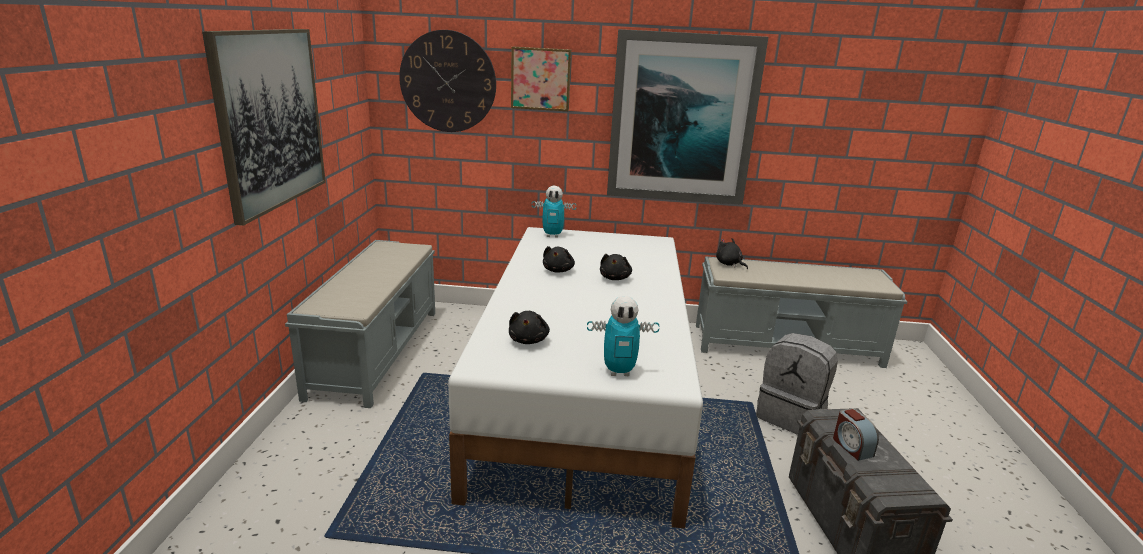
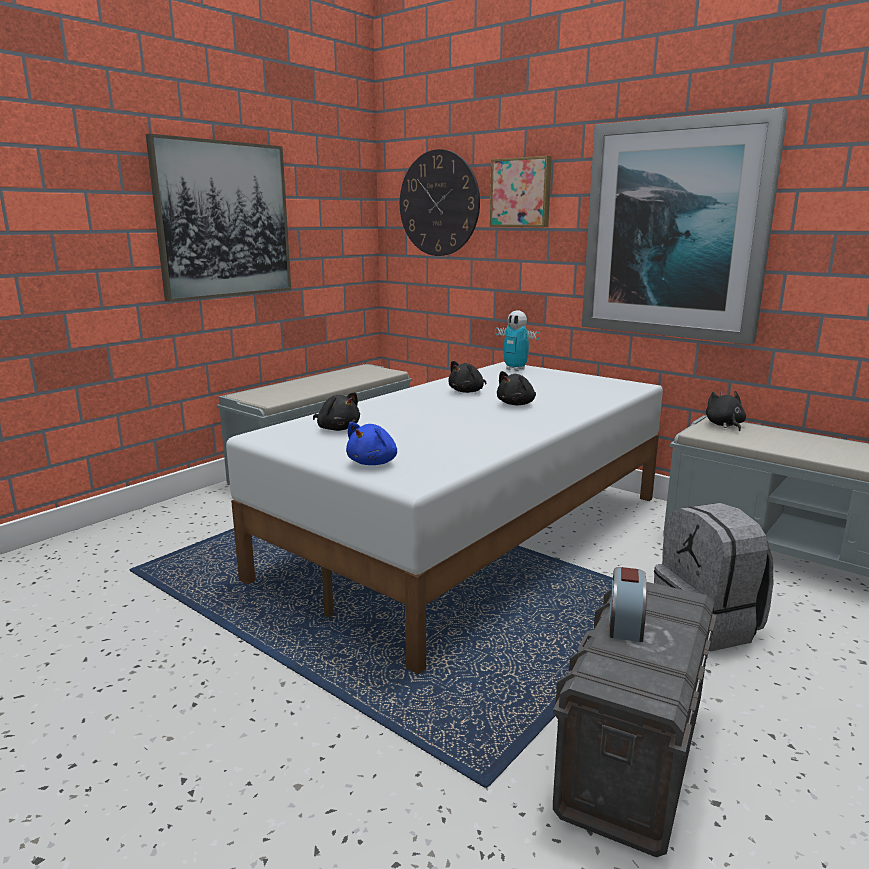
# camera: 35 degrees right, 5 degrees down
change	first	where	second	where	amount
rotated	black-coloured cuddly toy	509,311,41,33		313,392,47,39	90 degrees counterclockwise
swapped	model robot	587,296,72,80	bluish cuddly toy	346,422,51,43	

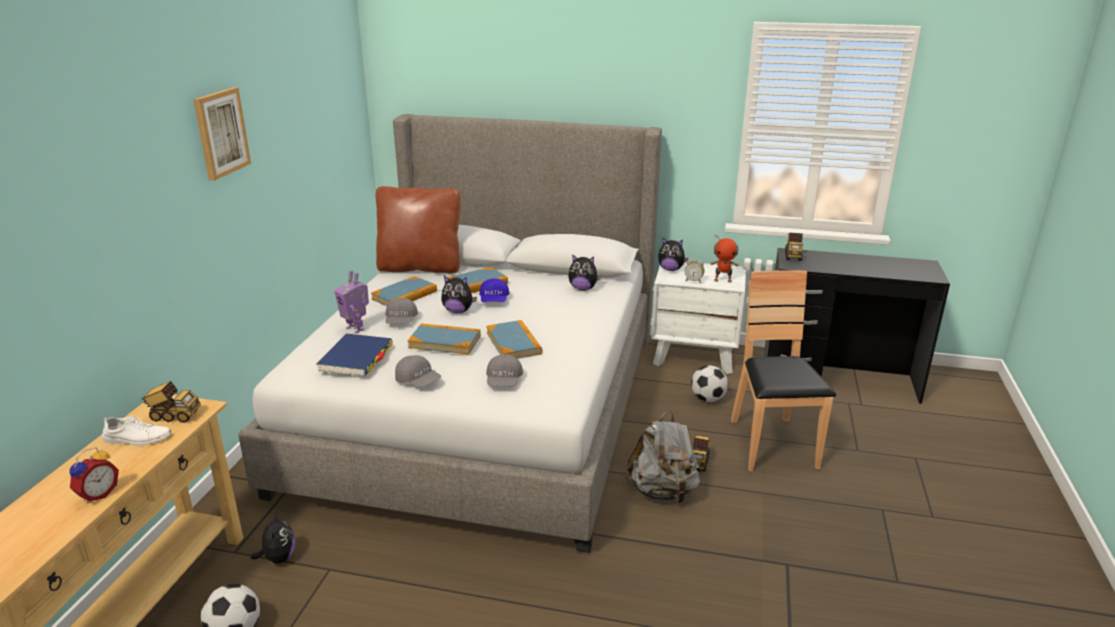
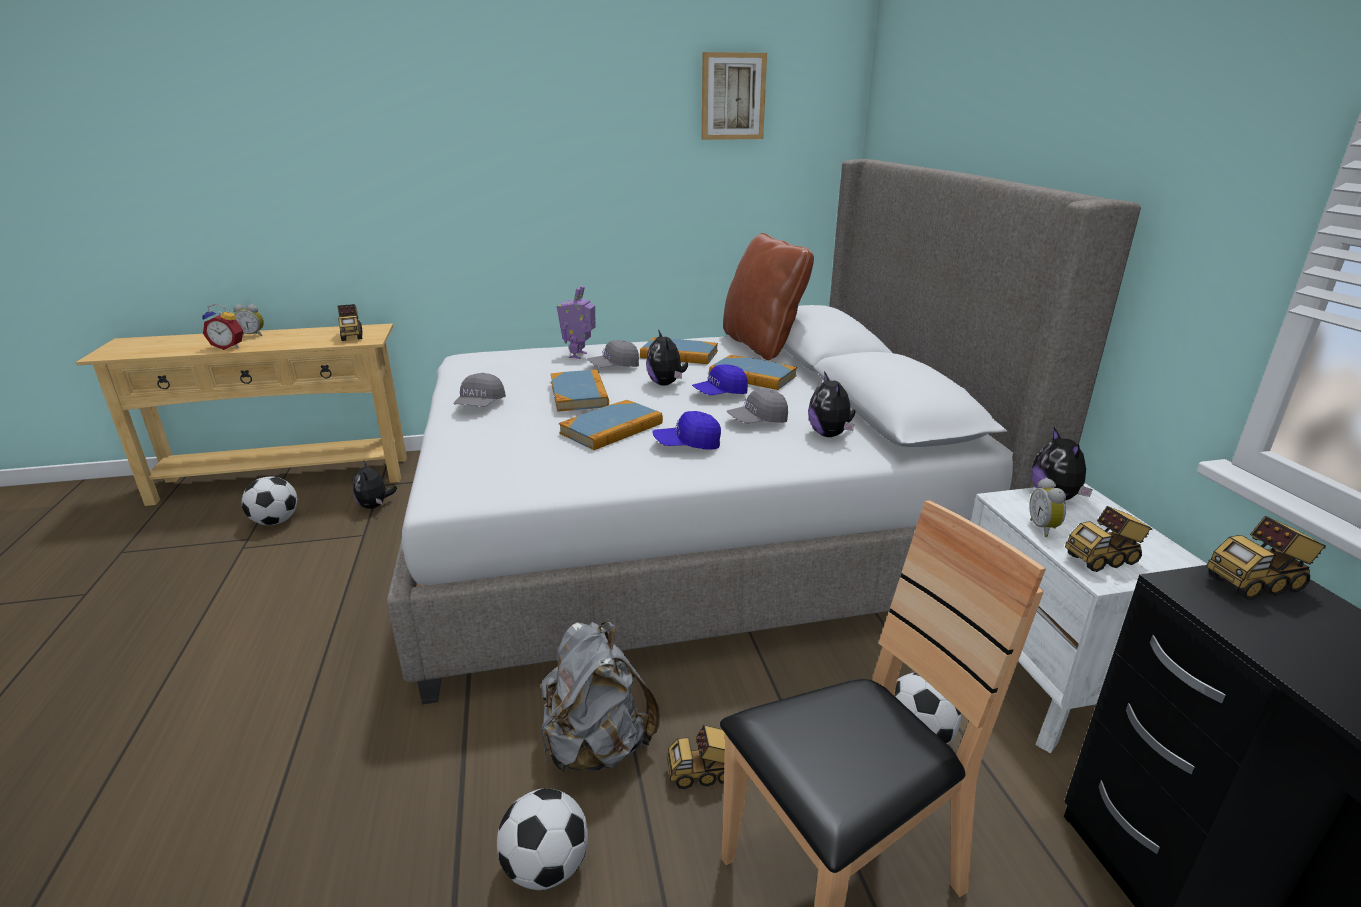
# camera: 65 degrees right, 0 degrees up
change	first	where	second	where	amount
gone	whitish item of footwear	102,415,69,31			
shifted	picture	193,87,58,94		702,52,65,88	
rotated	cuddly toy	251,512,44,51		353,460,44,49	105 degrees clockwise
gone	bluish volume	317,333,76,43			
shifted	gray peaked cap	486,354,37,32		727,389,61,34	
swapped	model robot	710,234,29,49	model truck	1065,506,87,66	
new			table clock	233,304,31,33	
new			football ball	497,788,91,102	
new			bluish peaked cap	653,411,68,39	

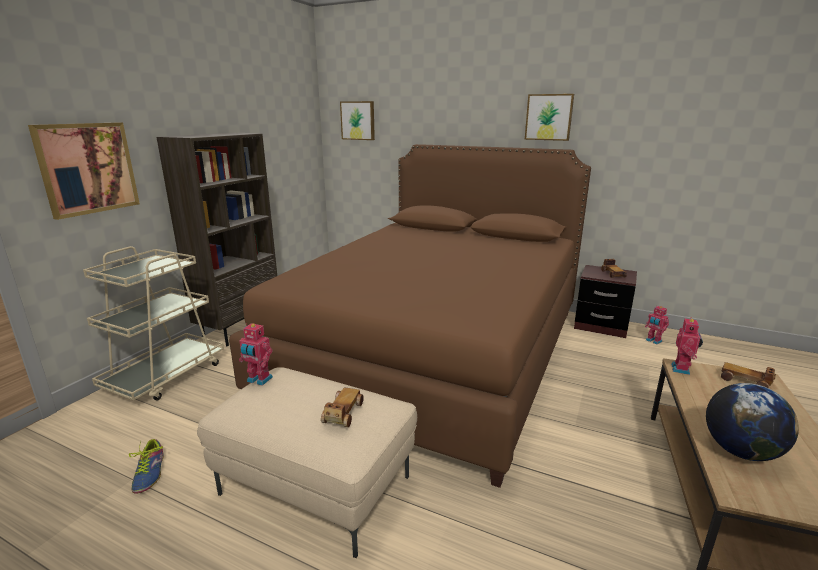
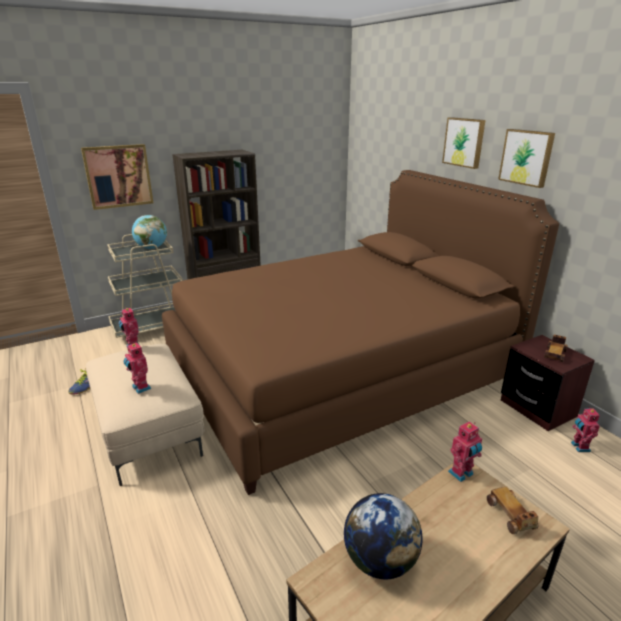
# camera: 35 degrees right, 5 degrees up
change	first	where	second	where	amount
swapped	toy car	321,388,43,39	model robot	123,342,28,52	
shifted	picture	340,101,35,39		442,117,44,52	
new			desk globe	132,215,35,34	

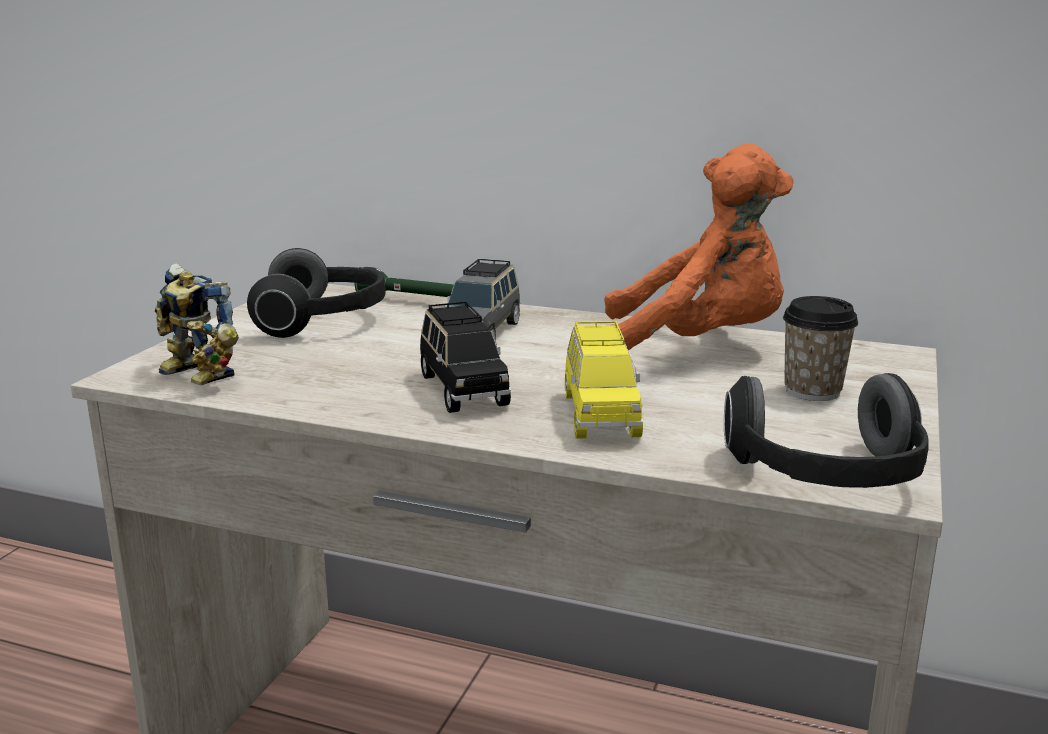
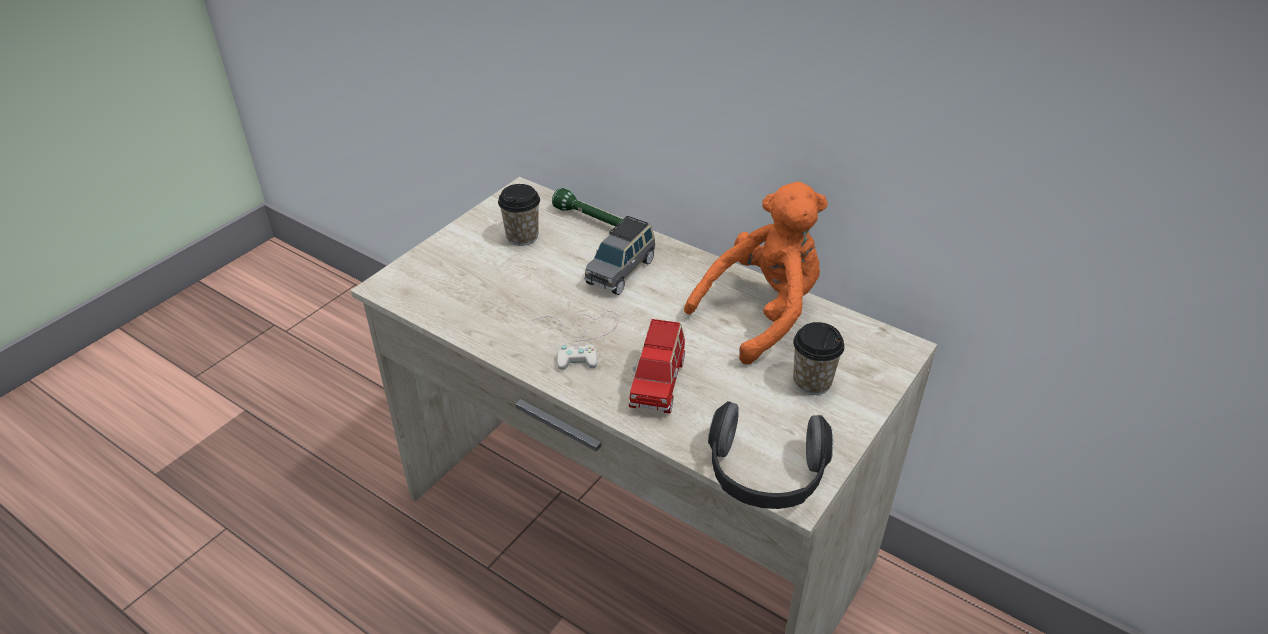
# camera: 15 degrees right, 20 degrees up
change	first	where	second	where	amount
gone	model robot	155,263,84,122			
swapped	pair of headphones	247,248,139,90	drinking cup	498,184,42,62	
swapped	black-coloured toy car	420,302,91,111	whitish game controller	531,311,88,59	
repainted	yellow toy car	565,321,78,118	reddish toy car	629,319,56,94	
rotated	orangey cuddly toy	604,143,190,207		684,182,144,182	60 degrees counterclockwise

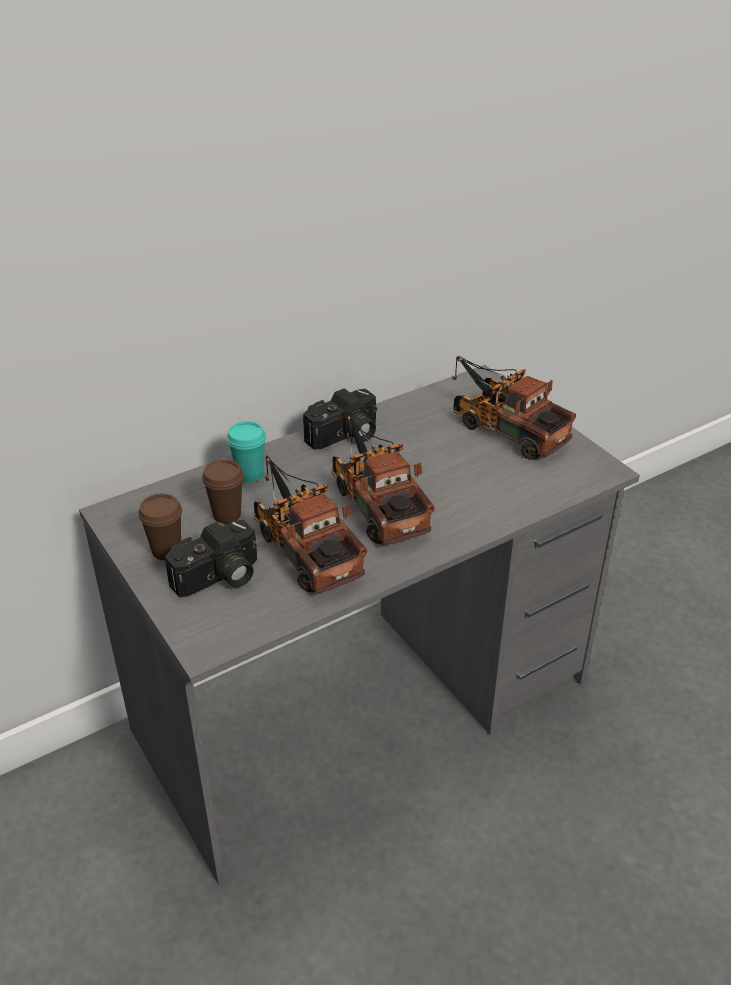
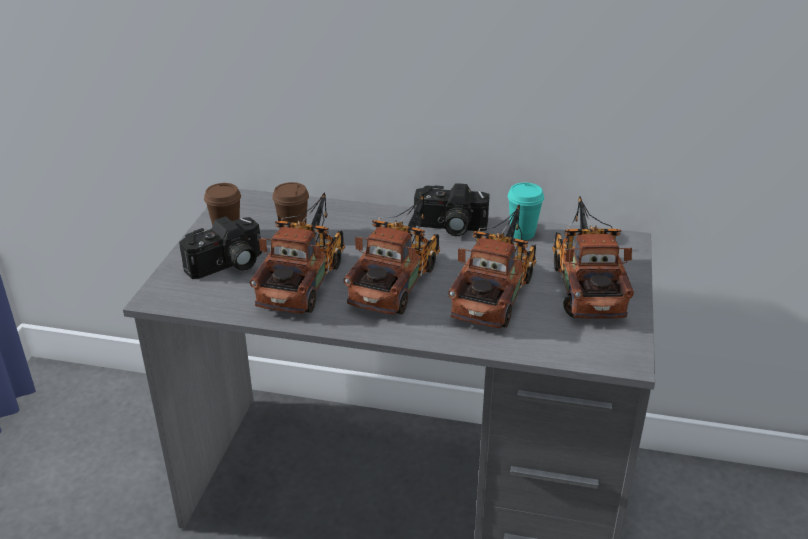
# camera: 45 degrees right, 5 degrees down
change	first	where	second	where	amount
rotated	still camera	165,520,92,77		179,216,83,63	45 degrees counterclockwise
shifted	turquoise-coloured drinking cup	227,421,39,62		508,182,36,58	
new			model truck	448,205,88,123	

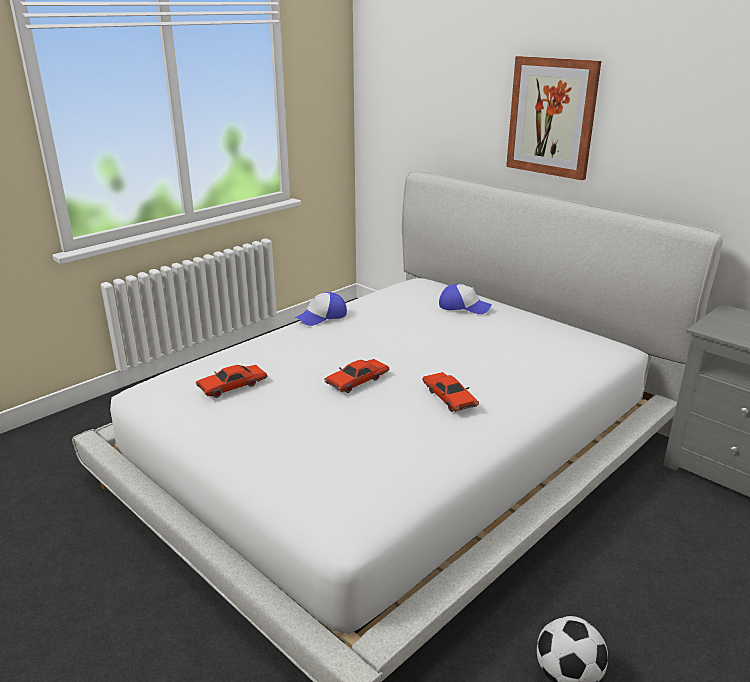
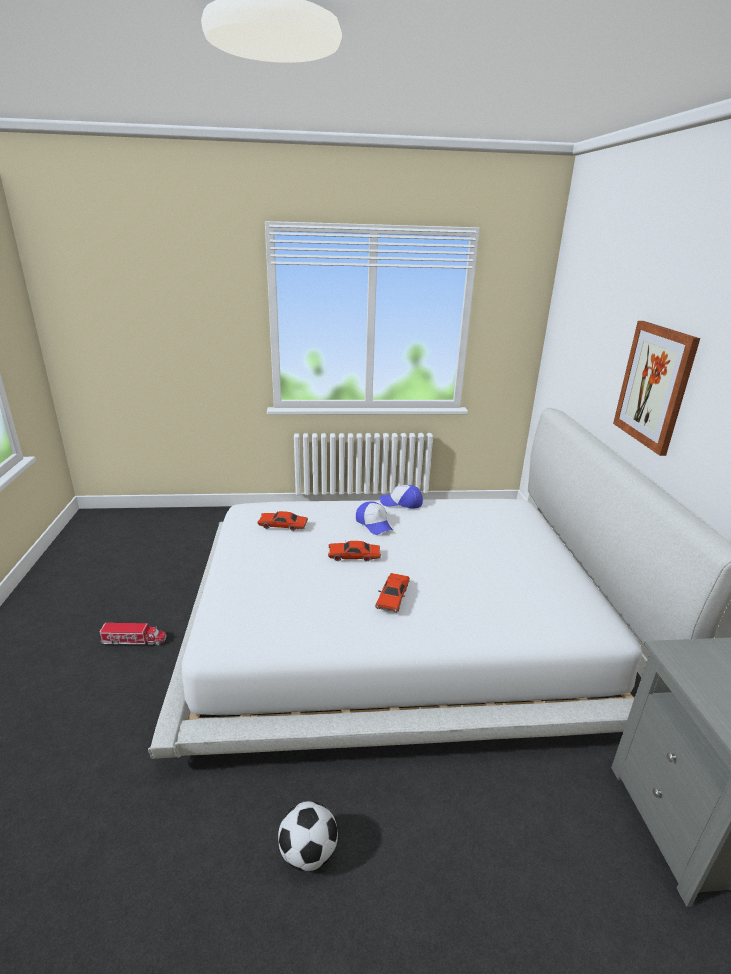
# camera: 40 degrees right, 0 degrees up
change	first	where	second	where	amount
shifted	peaked cap	439,284,53,30		356,501,37,34	
new			model truck	100,623,67,22	

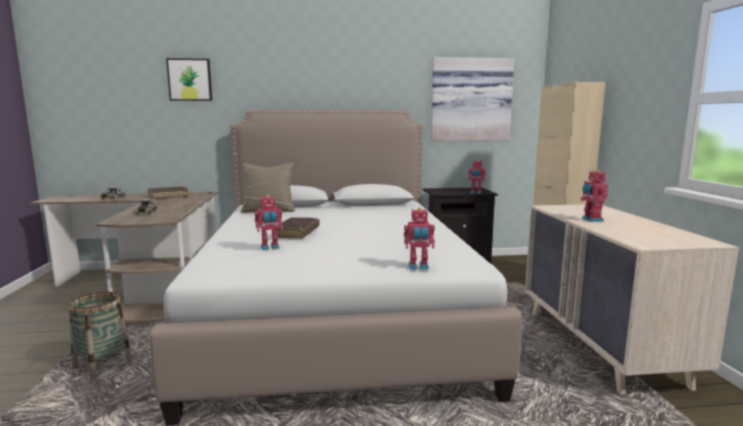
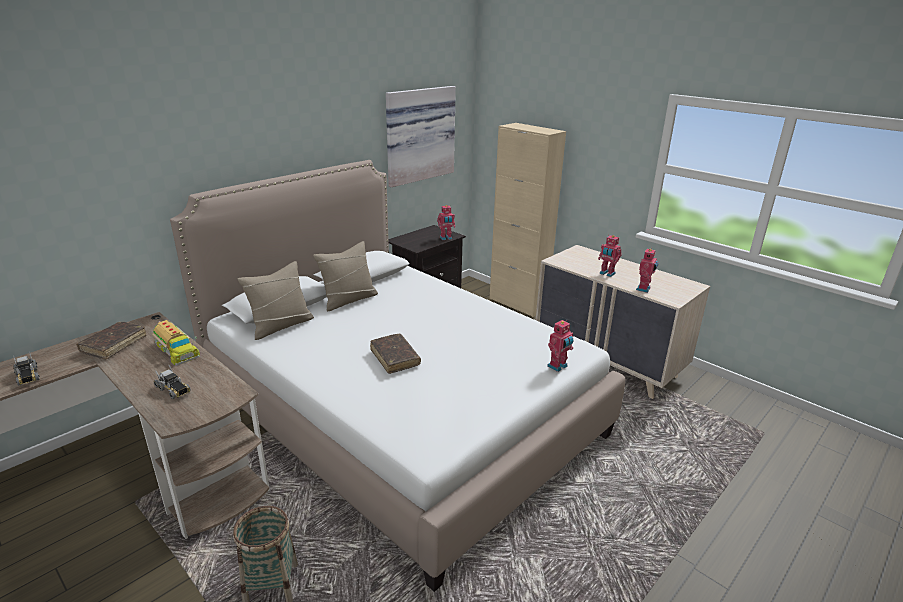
# camera: 40 degrees left, 15 degrees up
change	first	where	second	where	amount
gone	picture	166,58,46,43			
shifted	model robot	255,195,28,55		636,248,23,45	
new			model truck	152,320,48,45	
new			sand-coloured cushion	313,241,65,70	

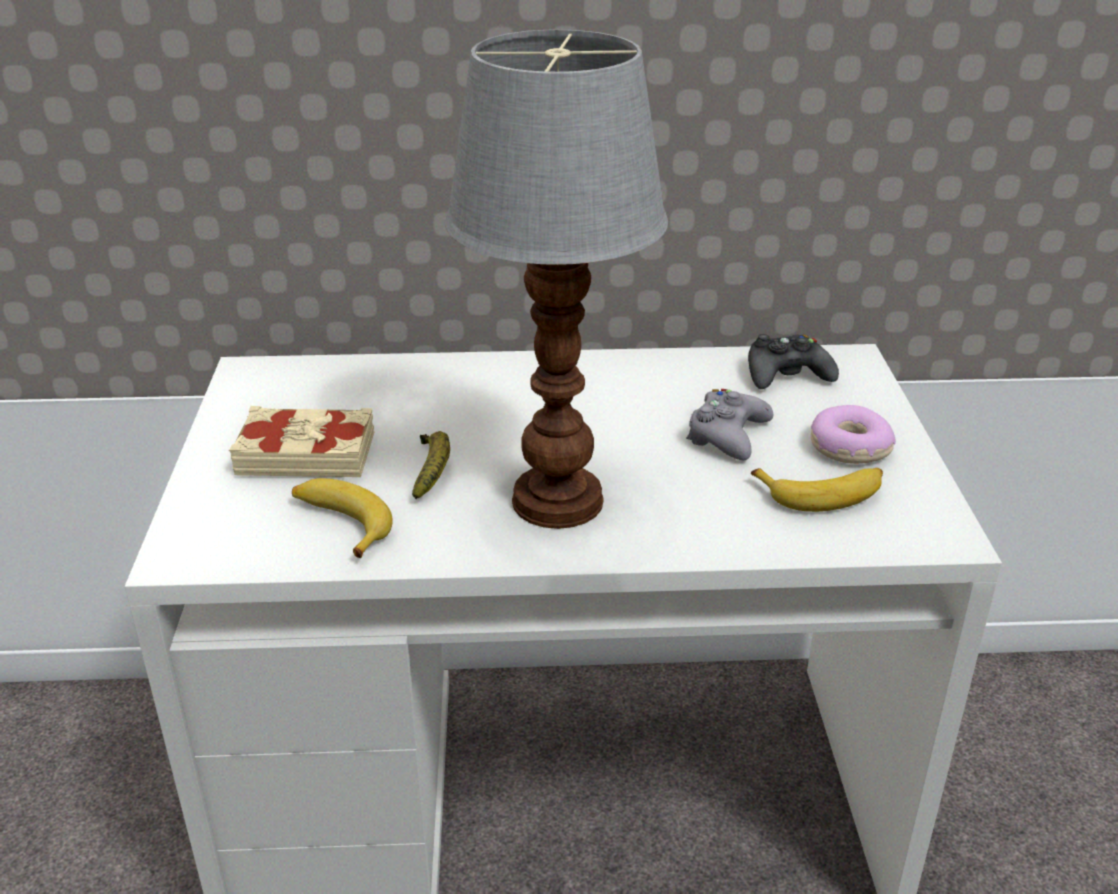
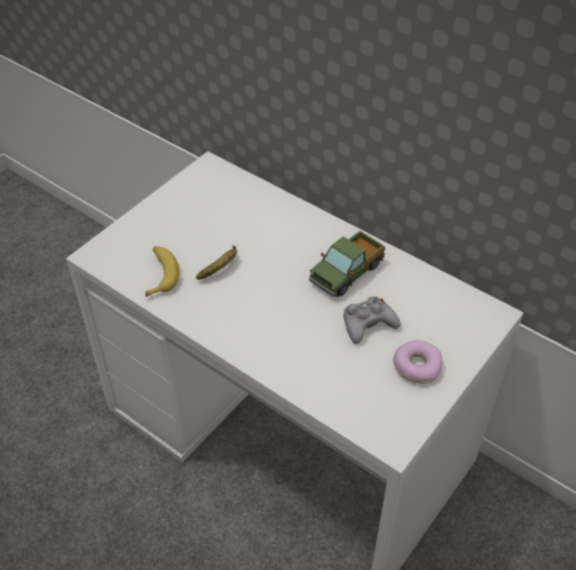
# camera: 40 degrees right, 15 degrees up
change	first	where	second	where	amount
gone	sand-coloured volume	229,406,145,71			
gone	table lamp	445,29,223,500			
gone	black-coloured game controller	748,334,91,55			
gone	banana	751,468,132,44			
new			model truck	309,231,76,66	

